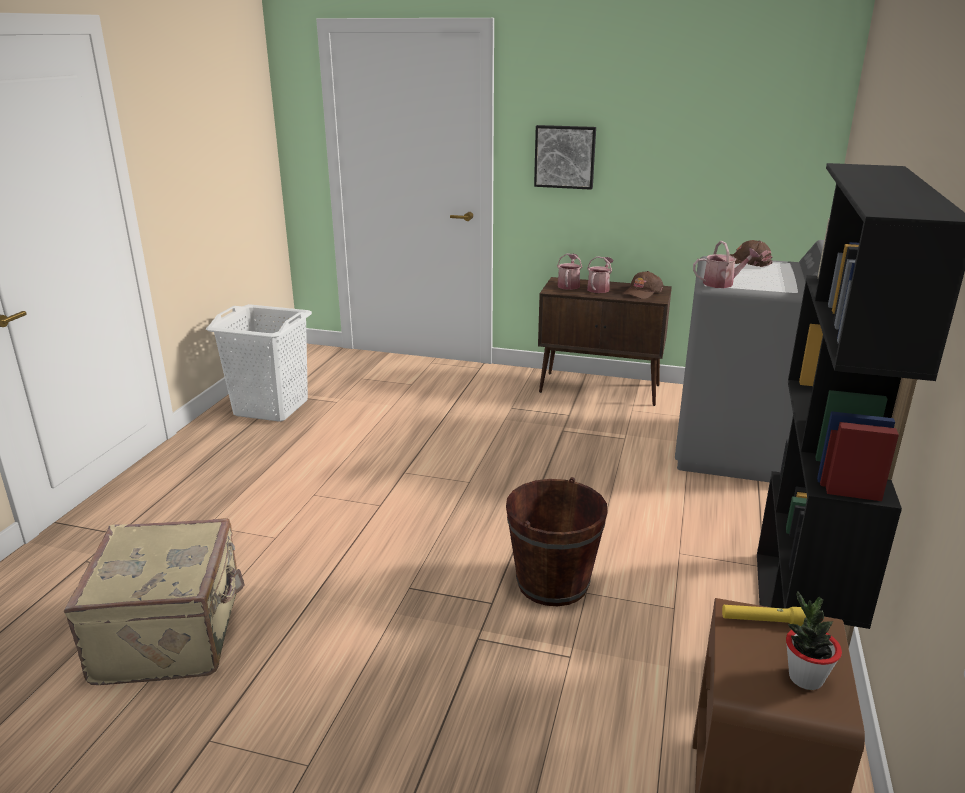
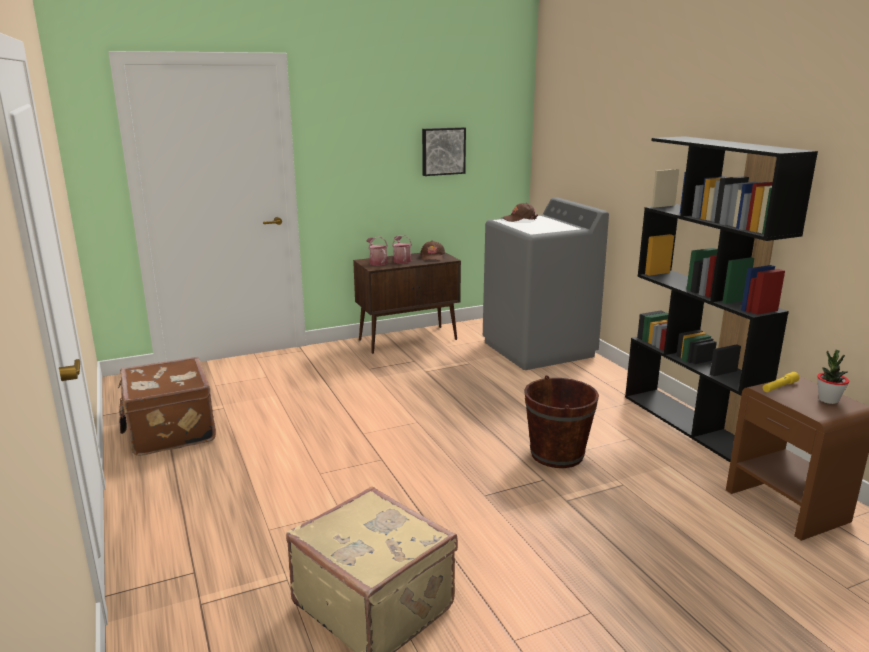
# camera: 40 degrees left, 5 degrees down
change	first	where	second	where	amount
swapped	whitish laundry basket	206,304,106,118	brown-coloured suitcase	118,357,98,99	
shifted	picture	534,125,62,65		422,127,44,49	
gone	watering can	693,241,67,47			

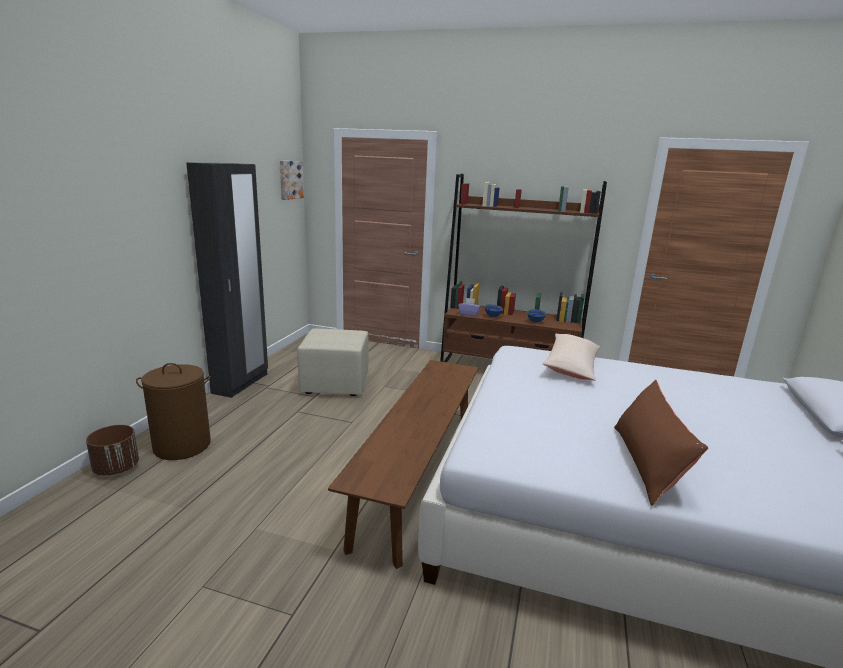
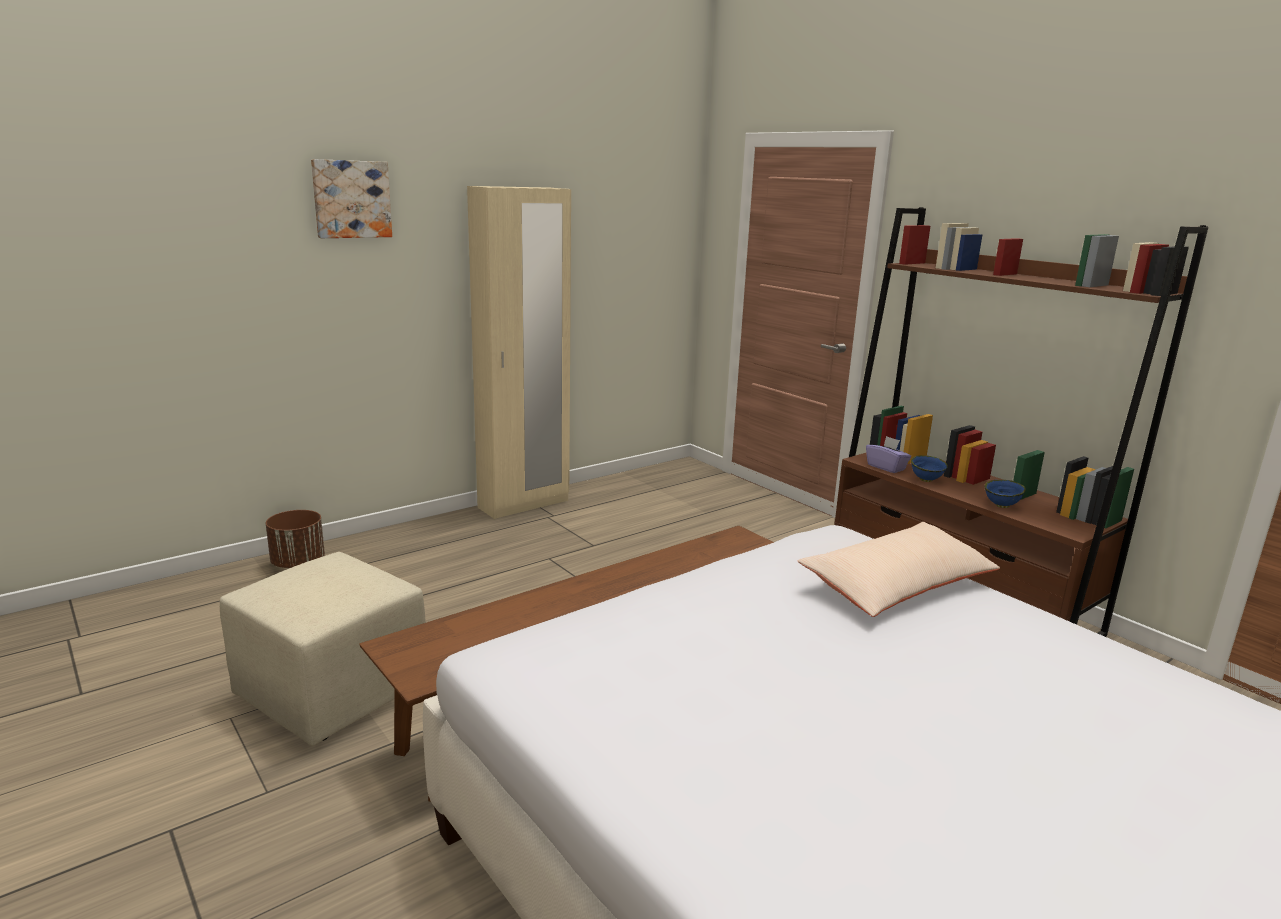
# camera: 35 degrees right, 0 degrees up
change	first	where	second	where	amount
gone	brown-coloured laundry basket	136,363,75,97			
repainted	black-coloured clothes cupboard	186,163,82,235	sand-coloured clothes cupboard	467,186,104,333	
shifted	picture	280,161,24,39		311,159,81,79	
shifted	sand-coloured footrest	297,329,72,67		220,552,206,194	
gone	brown-coloured cushion	614,380,95,126			

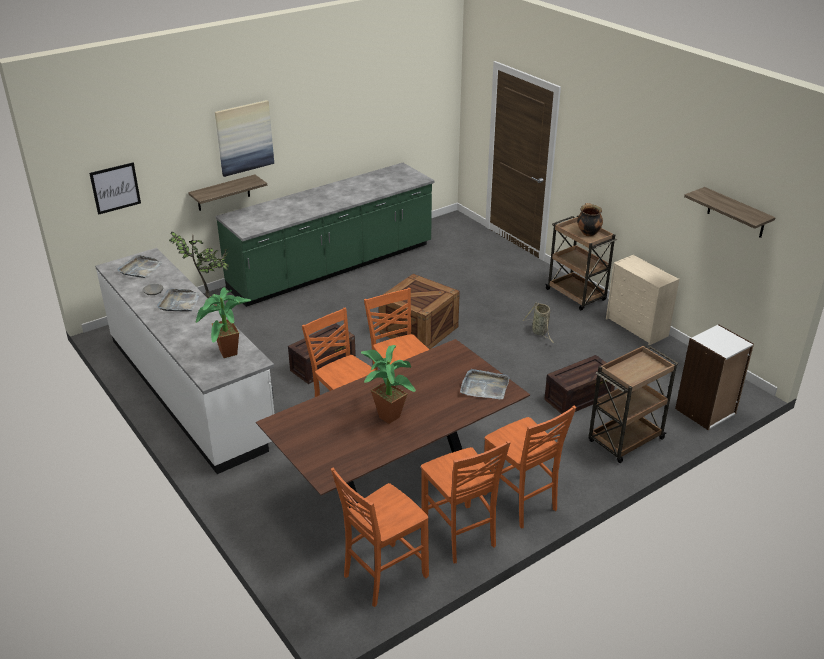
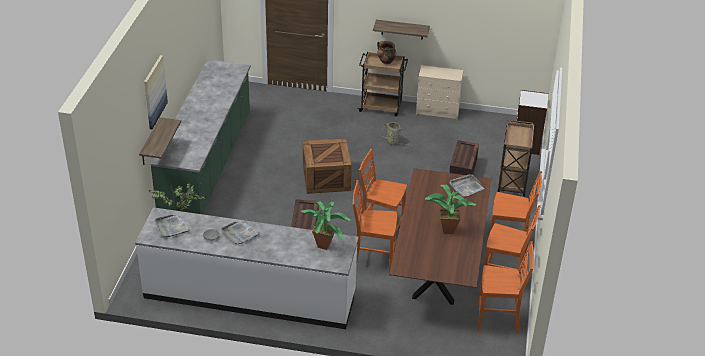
# camera: 45 degrees left, 5 degrees up
change	first	where	second	where	amount
gone	picture	89,163,52,52			
rotated	orangey plain chair	331,467,98,140		477,241,57,92	90 degrees counterclockwise
shifted	shelf	684,187,92,51		373,20,57,20	

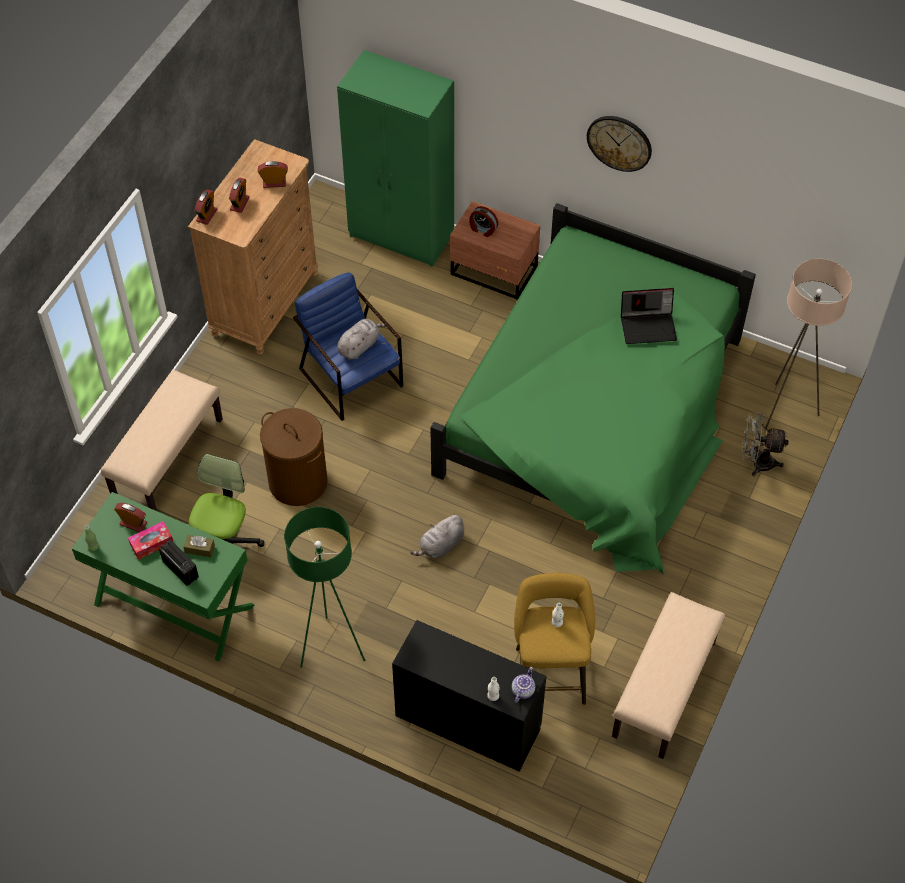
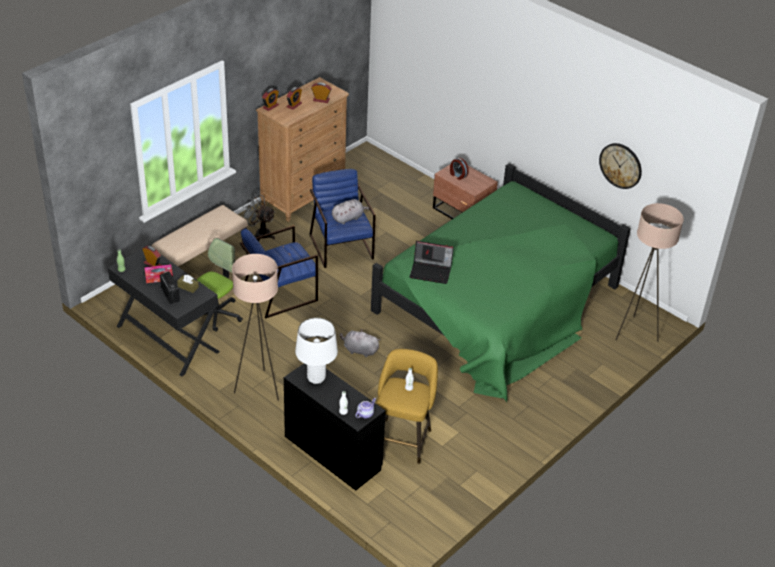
# camera: 15 degrees right, 15 degrees down
change	first	where	second	where	amount
repainted	green desk	72,492,183,170	black-coloured desk	108,249,112,128	
swapped	brown-coloured laundry basket	260,408,68,98	bluish lounge chair	240,225,78,93	
repainted	green floor lamp	284,507,81,161	sand-coloured floor lamp	232,254,47,147	
gone	green clothes cupboard	337,50,117,217			
rotated	gray cuddly toy	410,513,54,45		340,329,40,28	45 degrees clockwise
shifted	hanging clock	587,116,65,56		599,143,43,46	
gone	sand-coloured bench	612,592,113,167			
shifted	notebook computer	621,288,56,56		409,241,45,43	
shifted	gray electric fan	742,412,47,64		242,193,33,46	
new			whitish table lamp	295,317,43,67	

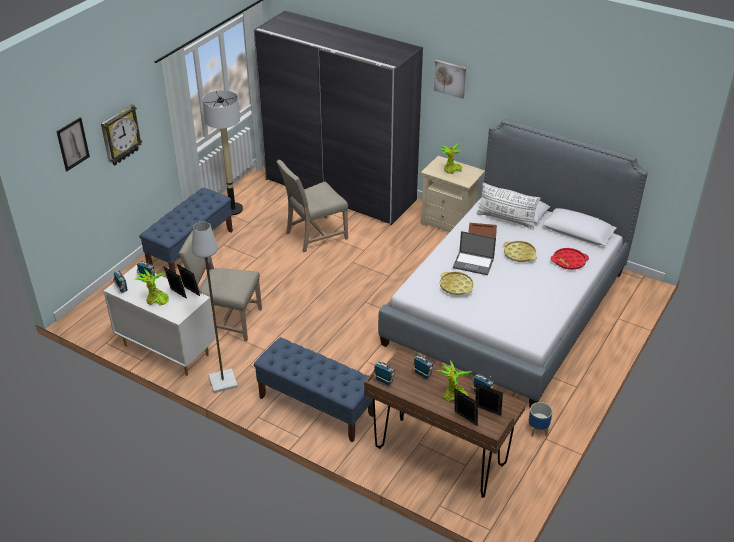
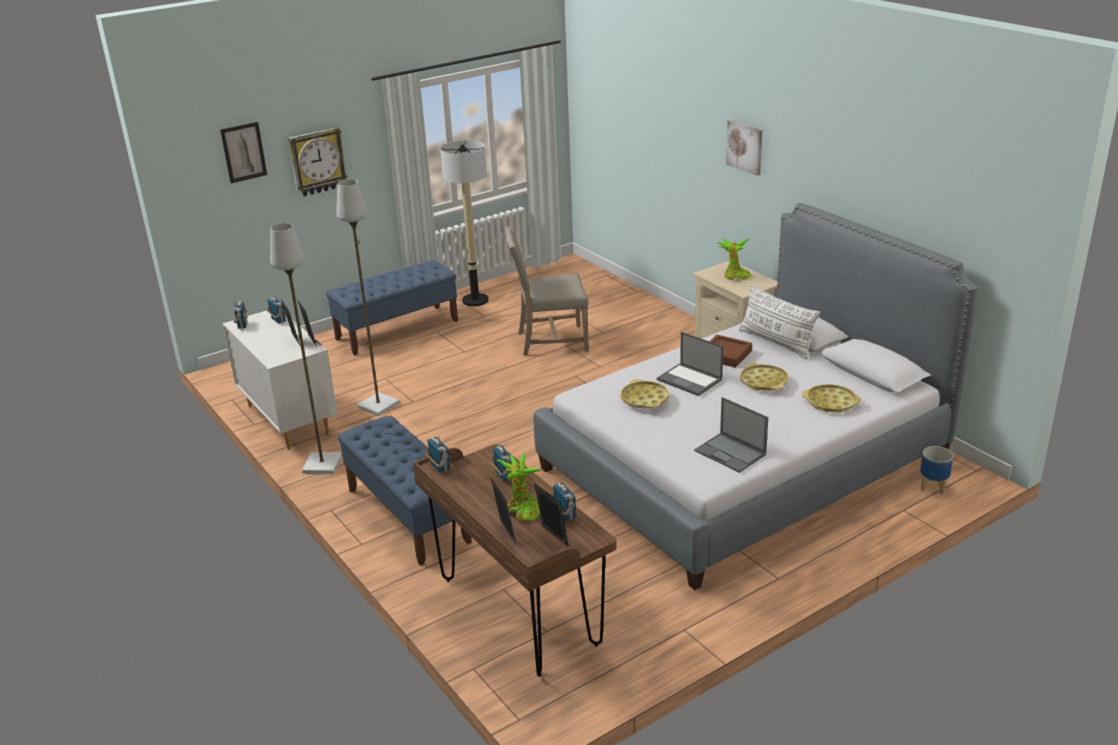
# camera: 25 degrees right, 10 degrees down
change	first	where	second	where	amount
gone	plant in a pot	134,269,35,37			
swapped	sand-coloured plain chair	178,230,84,111	gray floor lamp	336,179,63,237	
gone	gray clothes cupboard	254,11,169,214			
shifted	flower pot	529,402,24,35		920,446,33,49	
repainted	reddish tray	551,248,38,22	yellow tray	802,384,59,28	
new			notebook computer	694,397,74,76	

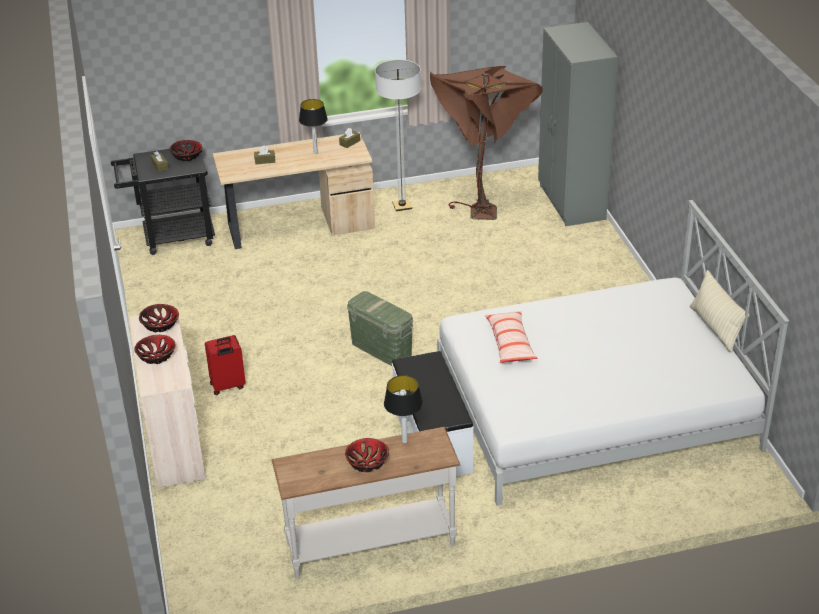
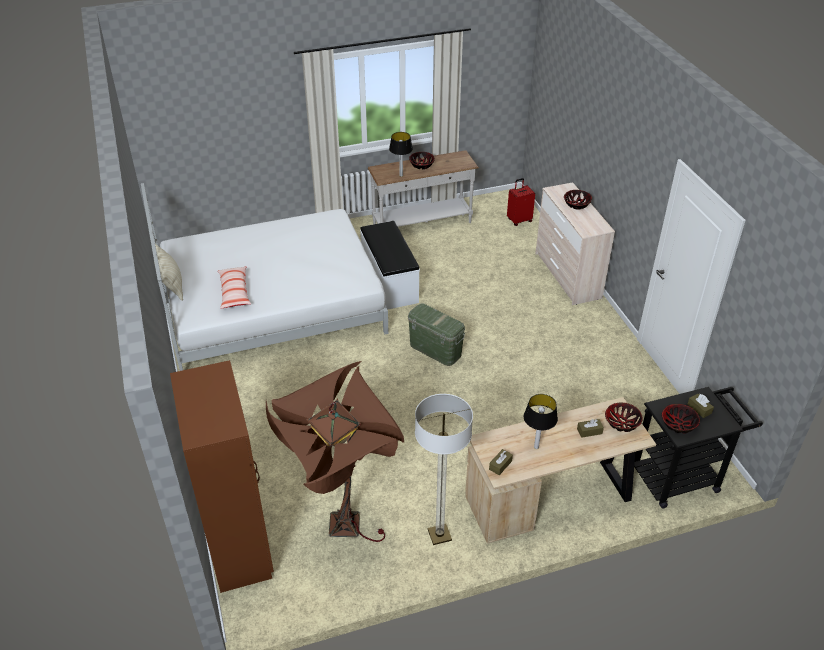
# camera: 175 degrees right, 5 degrees up
change	first	where	second	where	amount
shifted	serving bowl	139,304,40,28		605,403,38,29	
shifted	reddish suitcase	205,335,41,60		507,178,28,48	
shifted	cushion	485,311,53,52		218,267,33,42	
repainted	gray clothes cupboard	538,22,80,204	brown-coloured clothes cupboard	170,360,104,233	

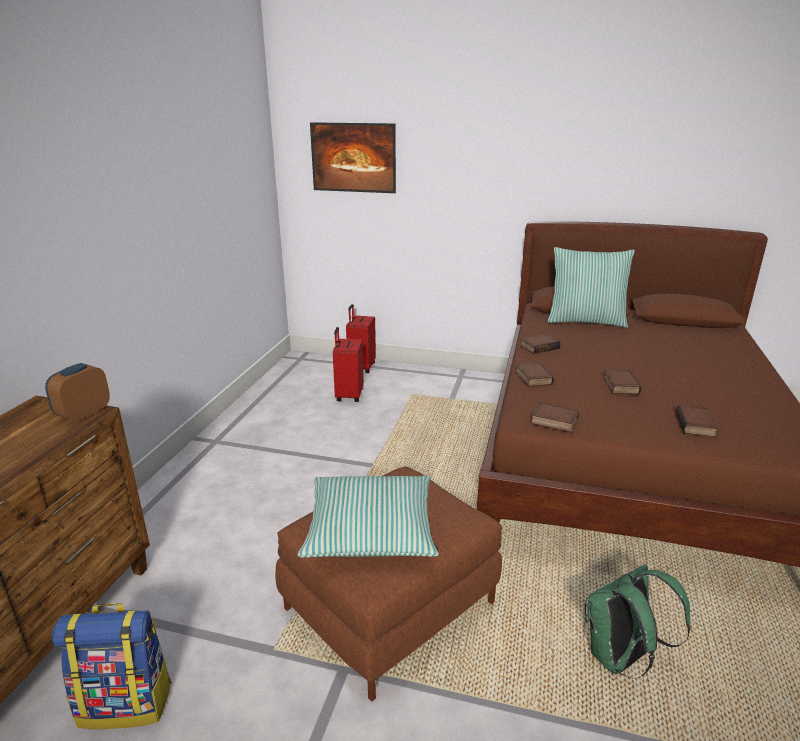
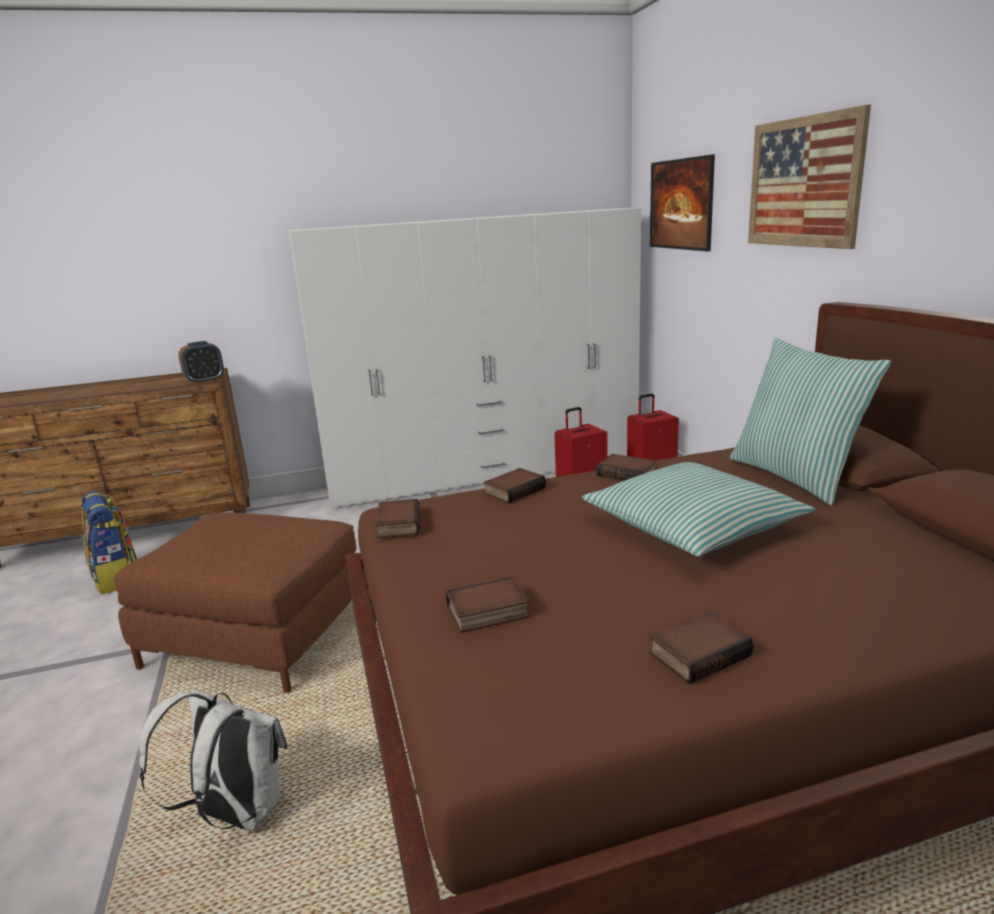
# camera: 60 degrees right, 5 degrees down
change	first	where	second	where	amount
rotated	table clock	45,363,65,60		178,341,46,43	150 degrees clockwise
shifted	cushion	298,476,141,82		582,462,233,95	
repainted	green rucksack	585,564,105,114	whitish rucksack	139,689,148,141	
shifted	volume	603,370,38,25		649,612,105,72	
new			whitish clothes cupboard	288,208,353,302	
new			picture	748,105,123,144	

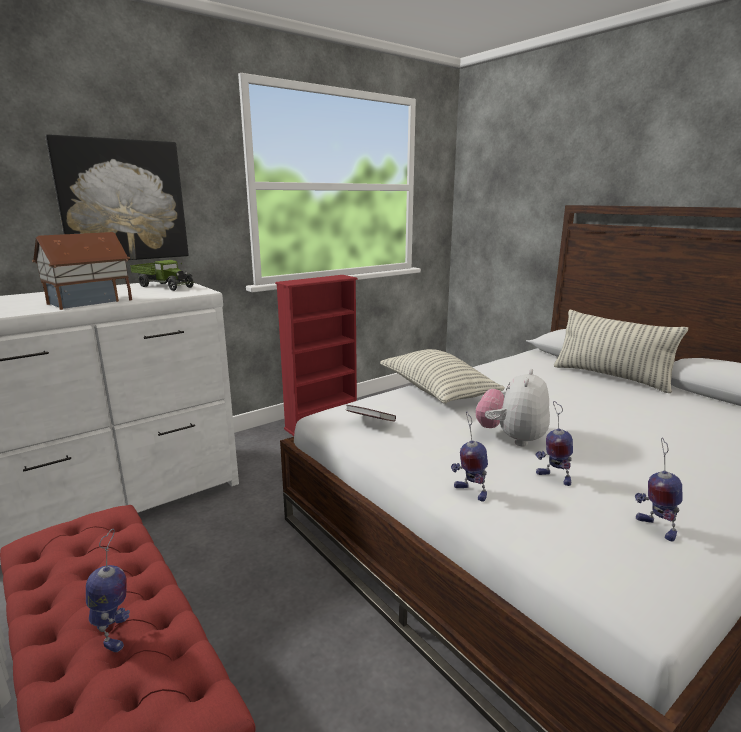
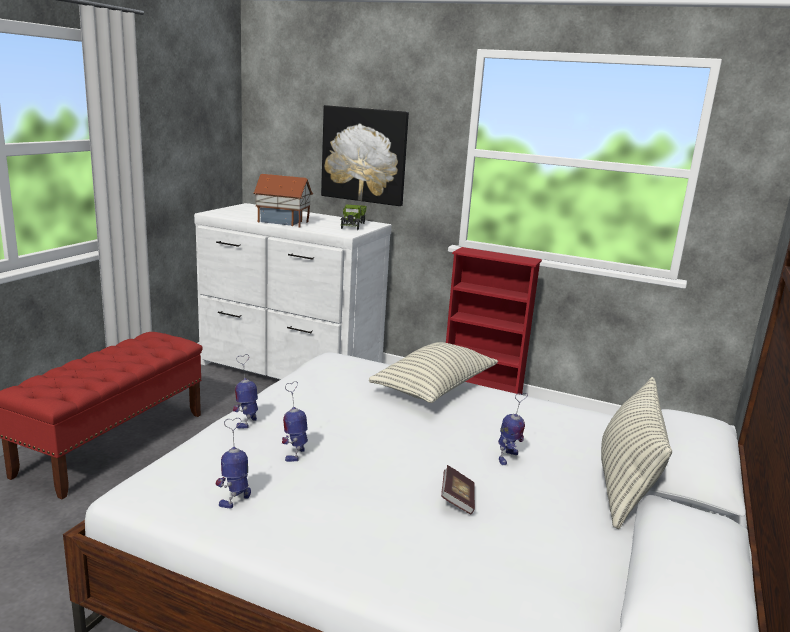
# camera: 60 degrees right, 0 degrees up
change	first	where	second	where	amount
shifted	model robot	86,529,44,123		498,393,30,72	
shifted	volume	346,405,50,17		441,465,34,49	
gone	cuddly toy	476,369,74,77			

